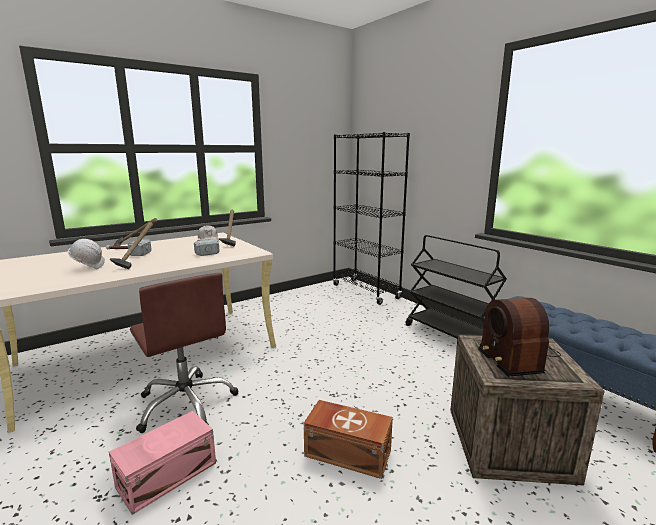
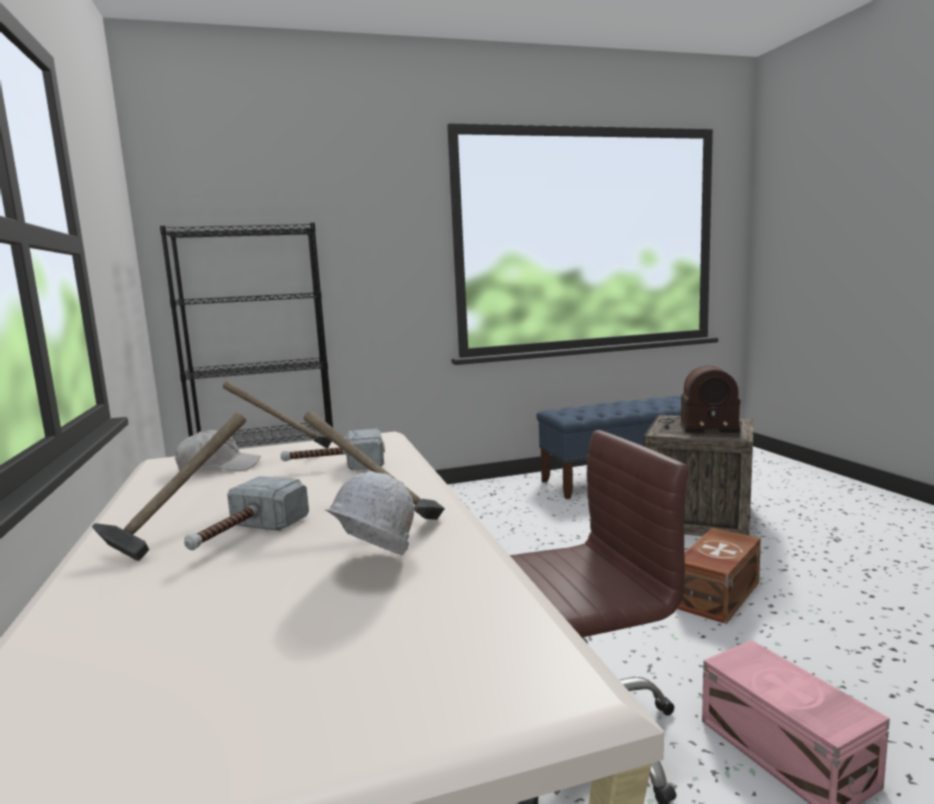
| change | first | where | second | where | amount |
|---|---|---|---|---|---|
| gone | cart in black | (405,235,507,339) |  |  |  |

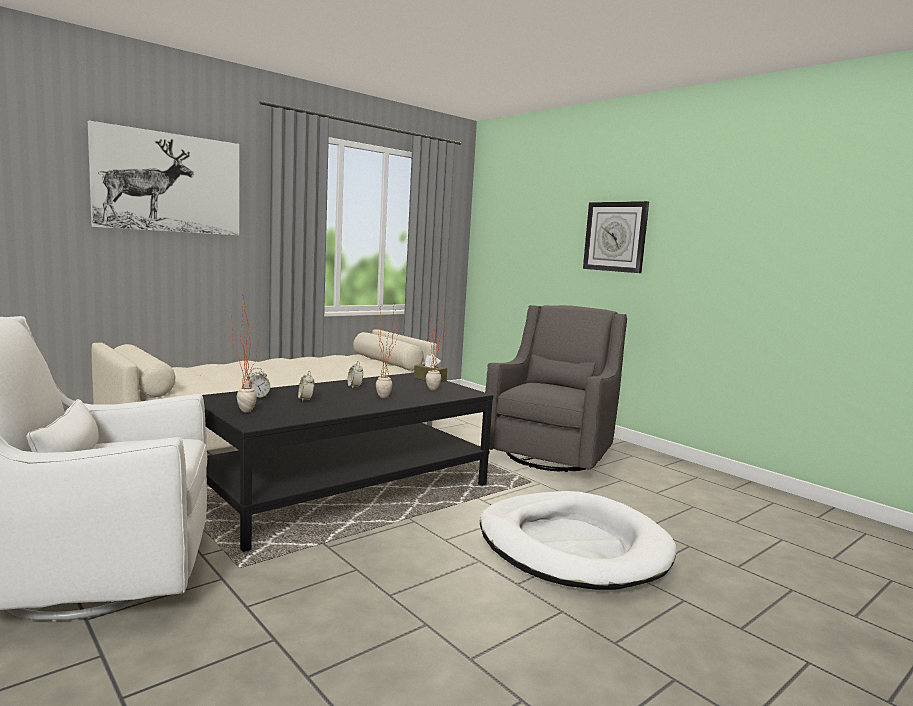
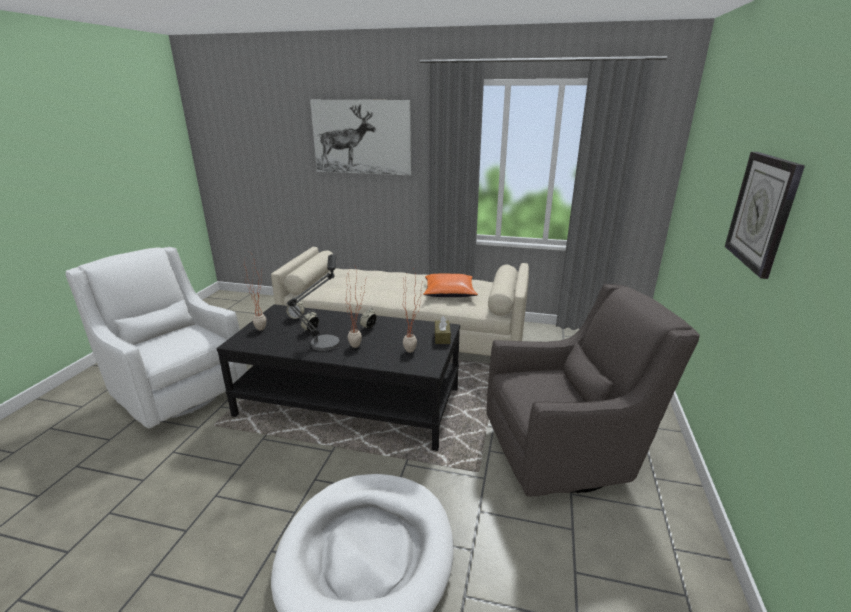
| change | first | where | second | where | amount |
|---|---|---|---|---|---|
| new |  |  | table lamp | (286,254,340,351) |  |
| new |  |  | pillow in orange | (423,274,478,297) |  |

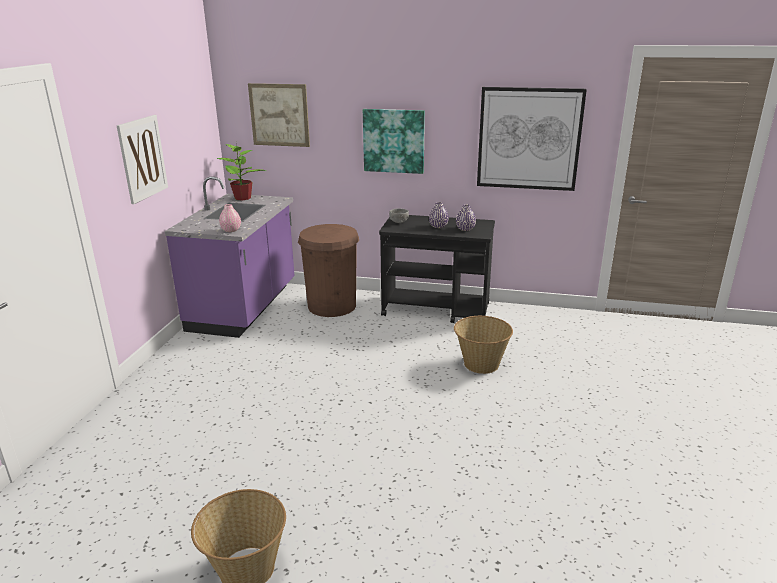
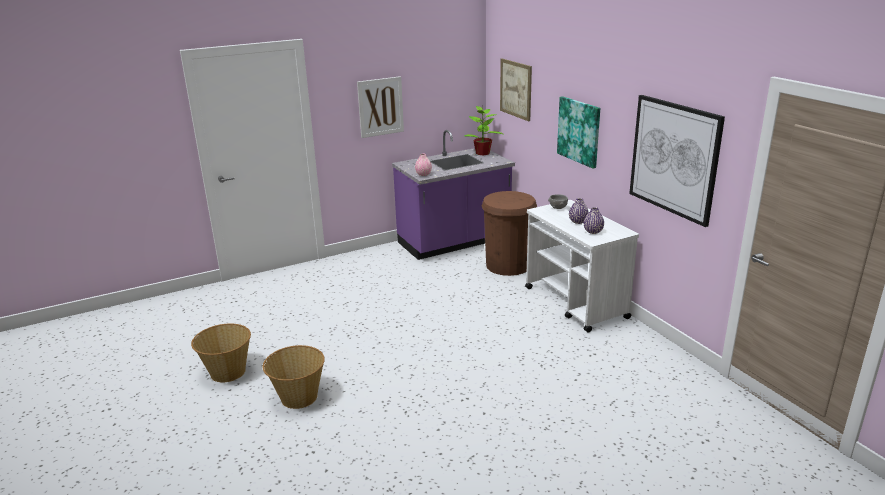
| change | first | where | second | where | amount |
|---|---|---|---|---|---|
| repainted | cart in black | (379,215,495,323) | cart in white | (525,200,639,333) |  |
| shifted | basket | (454,316,513,374) |  | (263,345,325,409) |  |

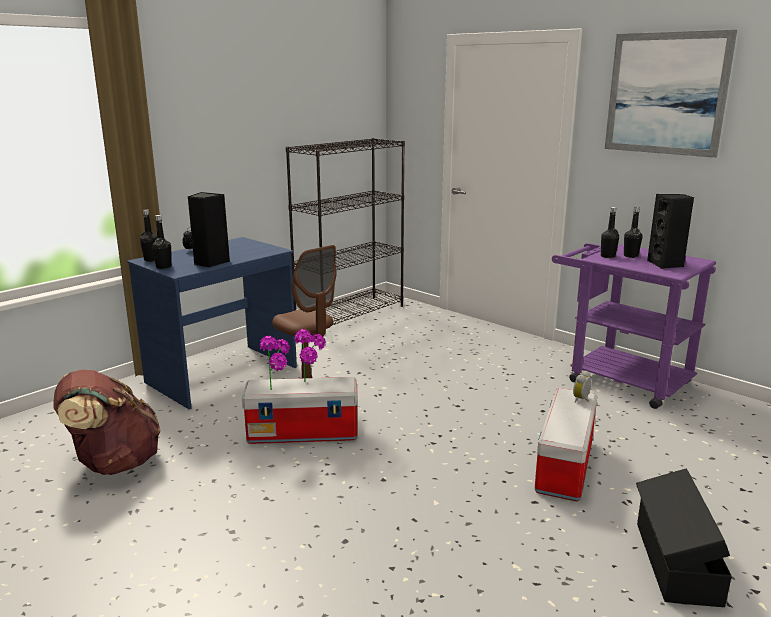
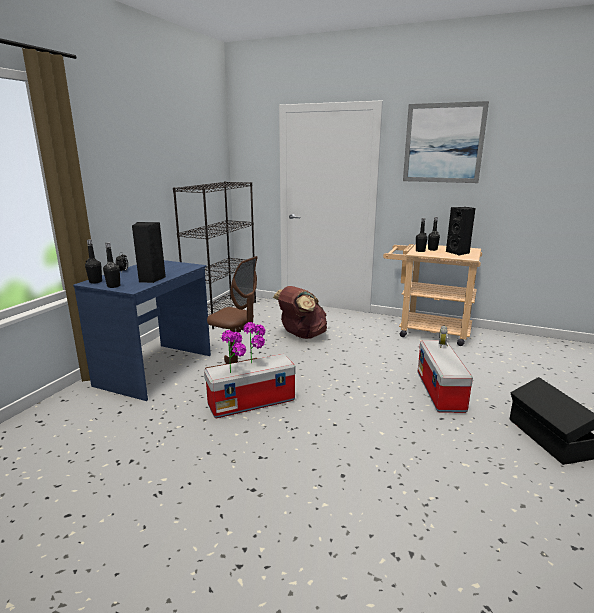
| change | first | where | second | where | amount |
|---|---|---|---|---|---|
| repainted | cart in purple | (552,243,716,409) | cart in beige | (383,244,482,346) |  |
| shifted | backpack in brown | (54,370,161,475) |  | (273,286,327,339) |  |

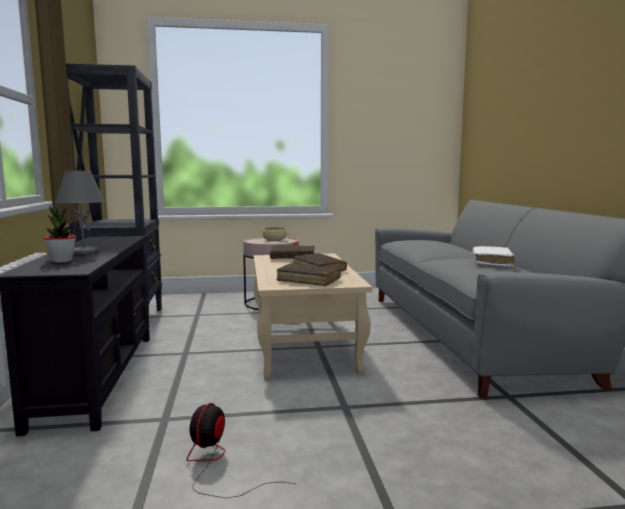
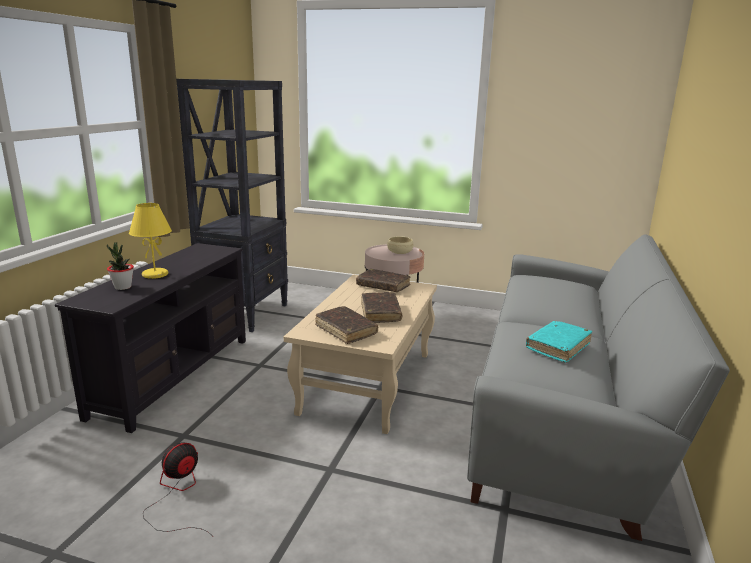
| change | first | where | second | where | amount |
|---|---|---|---|---|---|
| repainted | table lamp in grey | (55,171,105,255) | table lamp in yellow | (129,203,172,279) |  |
| repainted | book in white | (472,246,514,267) | book in turquoise | (526,321,592,363) |  |

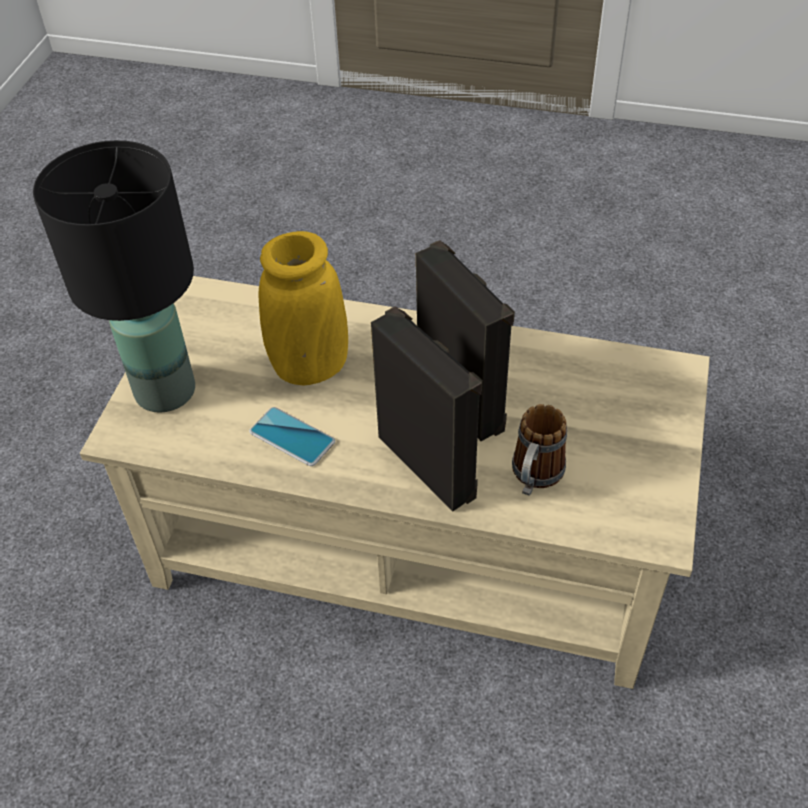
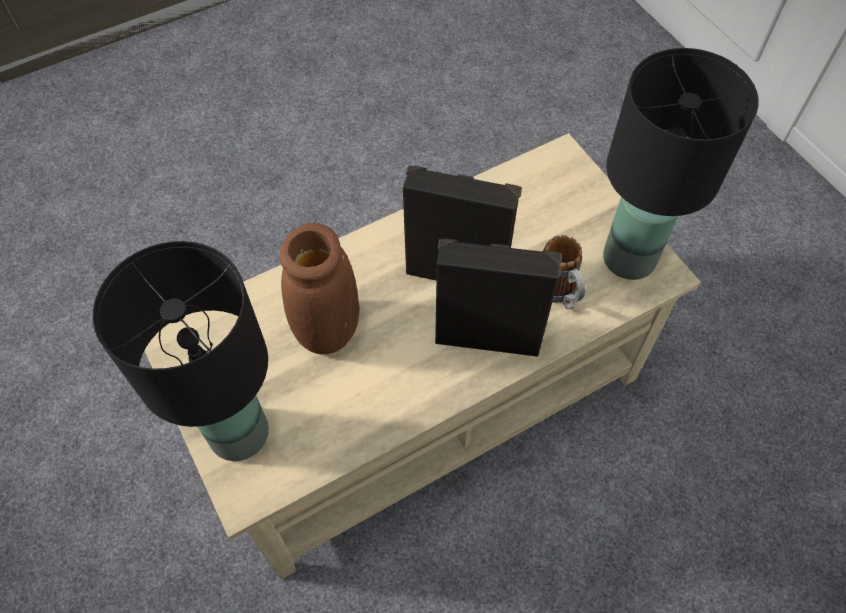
| change | first | where | second | where | amount |
|---|---|---|---|---|---|
| repainted | vase in yellow | (259,231,348,386) | vase in brown | (280,223,359,355) |  |
| gone | phone | (249,407,335,466) |  |  |  |
| new |  |  | table lamp in black | (603,48,759,280) |  |

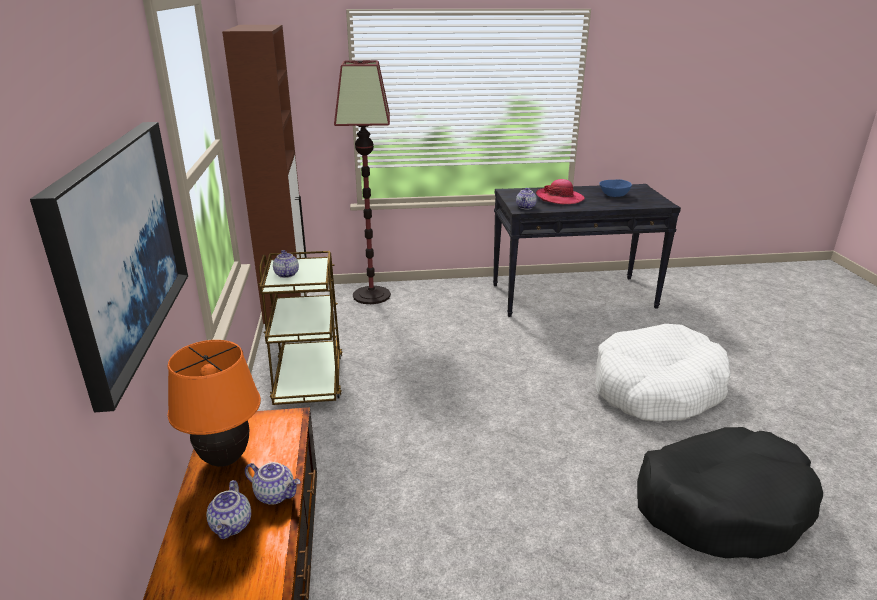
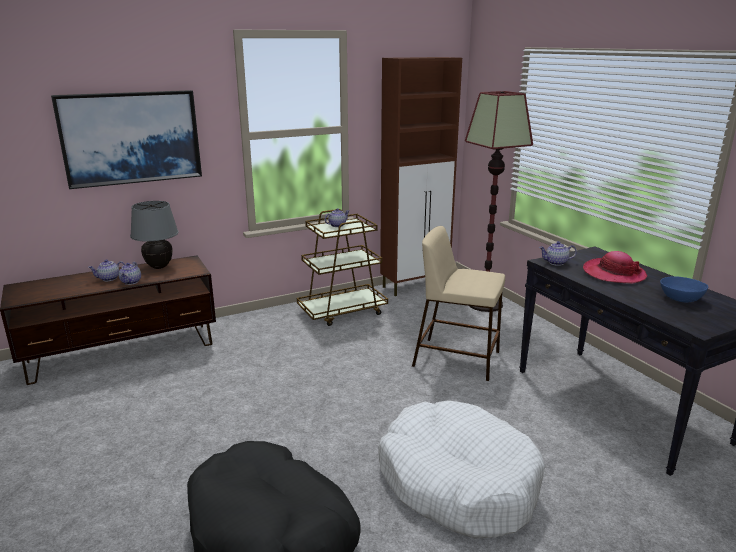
| change | first | where | second | where | amount |
|---|---|---|---|---|---|
| repainted | table lamp in orange | (168,340,261,467) | table lamp in grey | (130,201,179,269) |  |
| new |  |  | stool in beige | (412,226,505,381) |  |

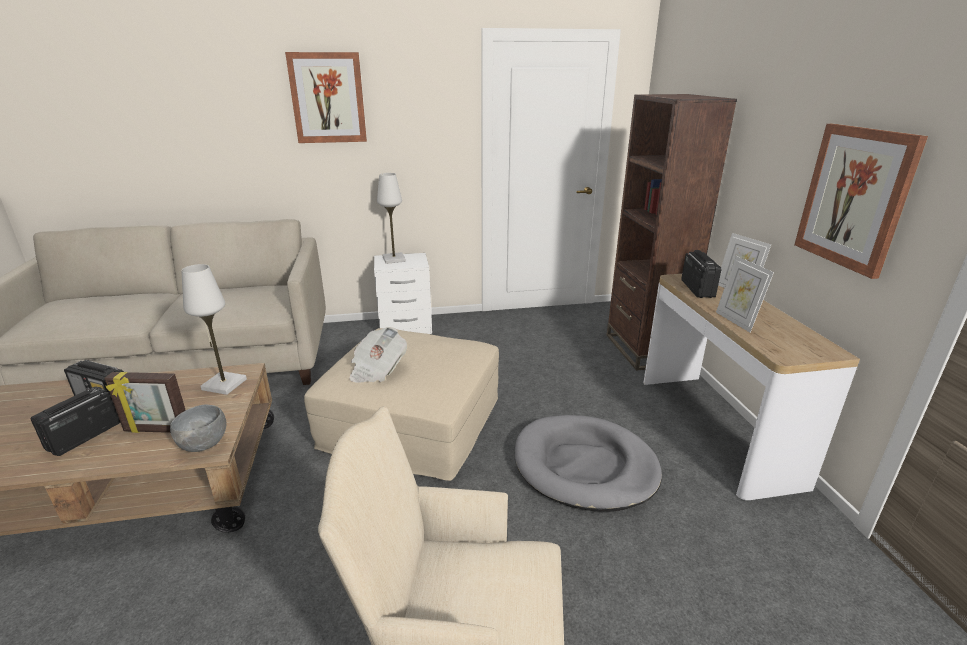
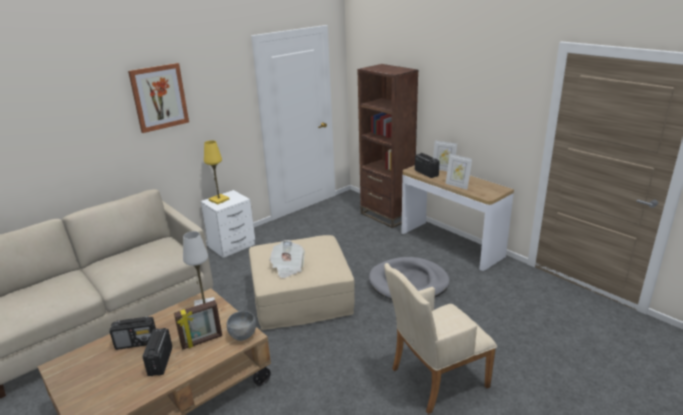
| change | first | where | second | where | amount |
|---|---|---|---|---|---|
| gone | picture | (794,124,928,279) |  |  |  |
| repainted | table lamp in white | (377,173,406,264) | table lamp in yellow | (204,140,230,204) |  |

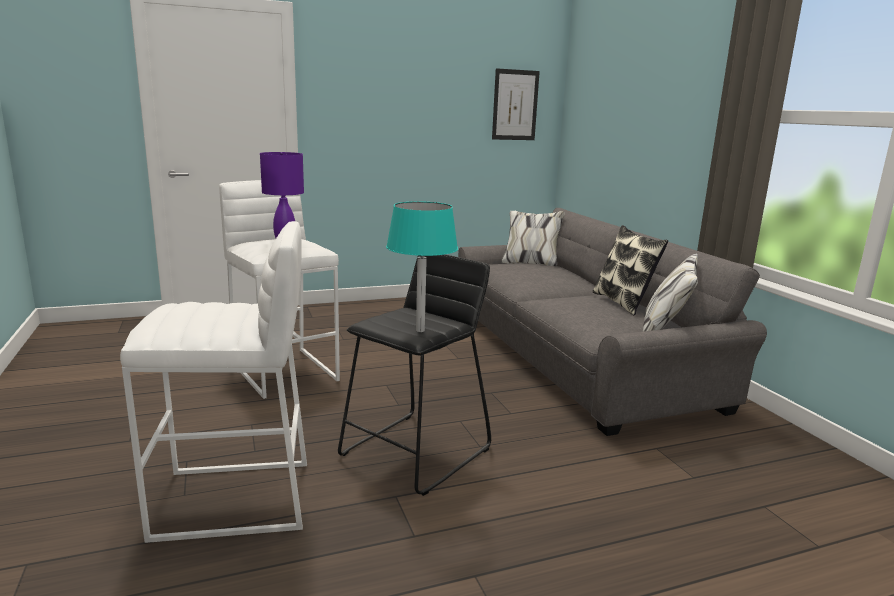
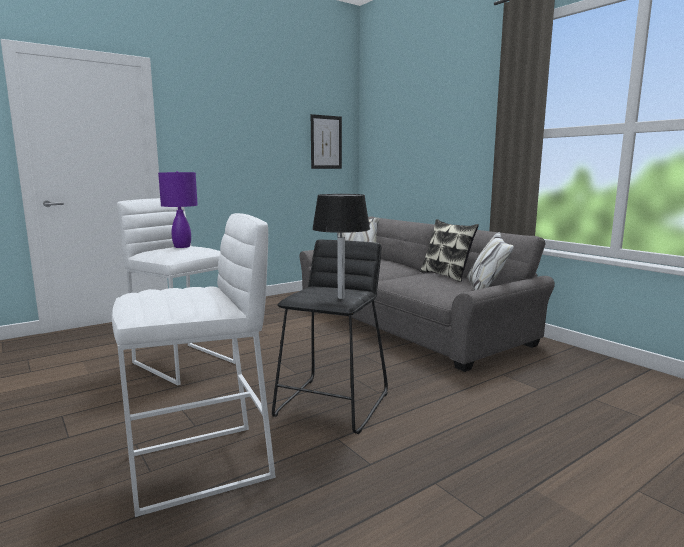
| change | first | where | second | where | amount |
|---|---|---|---|---|---|
| repainted | table lamp in turquoise | (386,201,458,332) | table lamp in black | (312,194,370,299) |  |

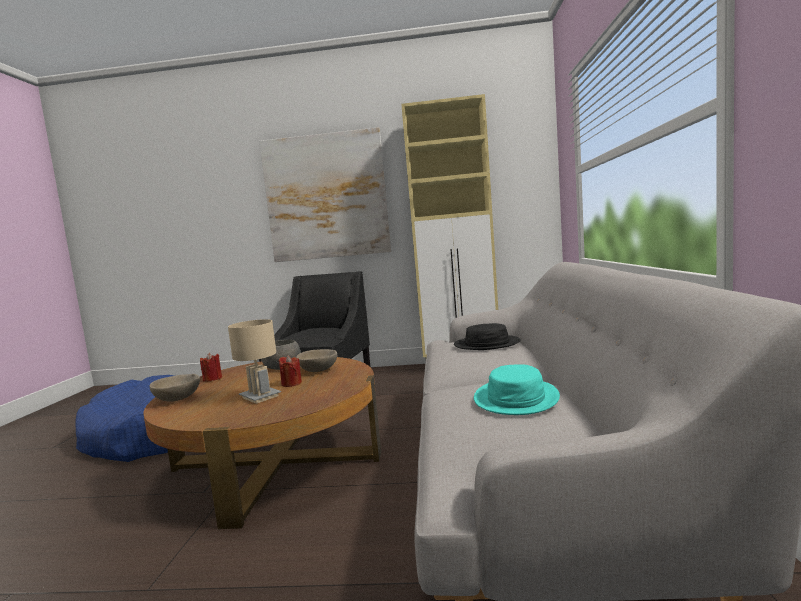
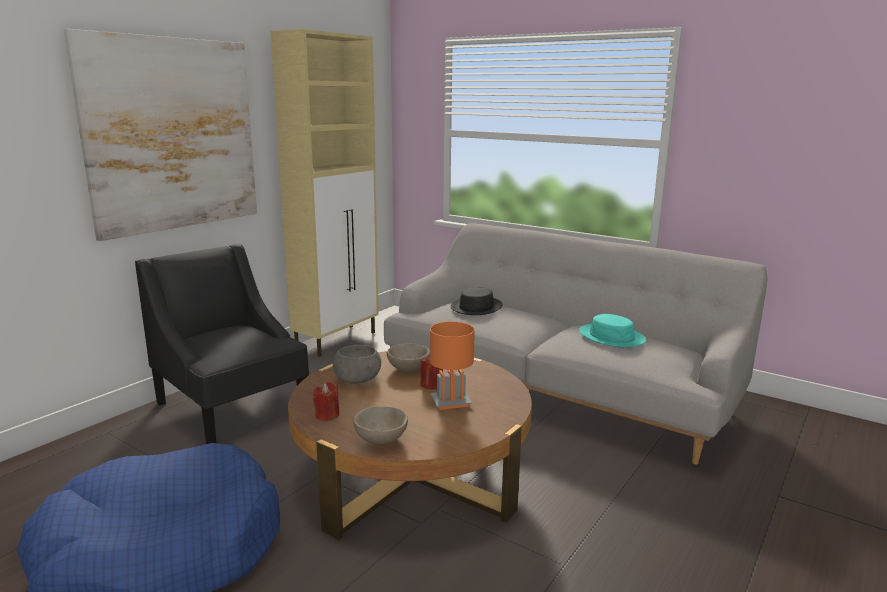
| change | first | where | second | where | amount |
|---|---|---|---|---|---|
| repainted | table lamp in beige | (228,319,281,404) | table lamp in orange | (430,322,475,410) |  |

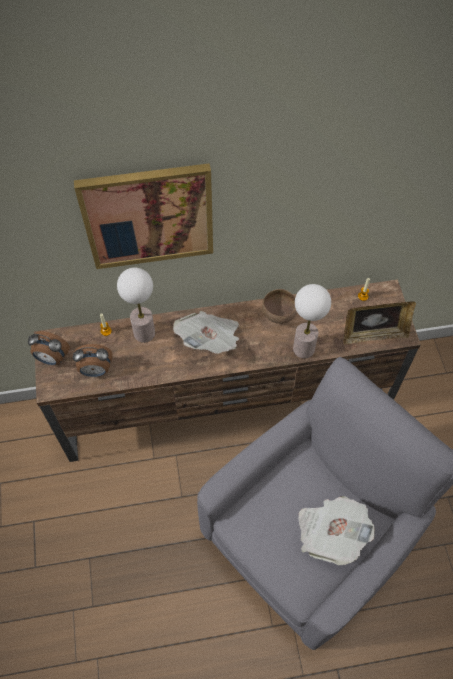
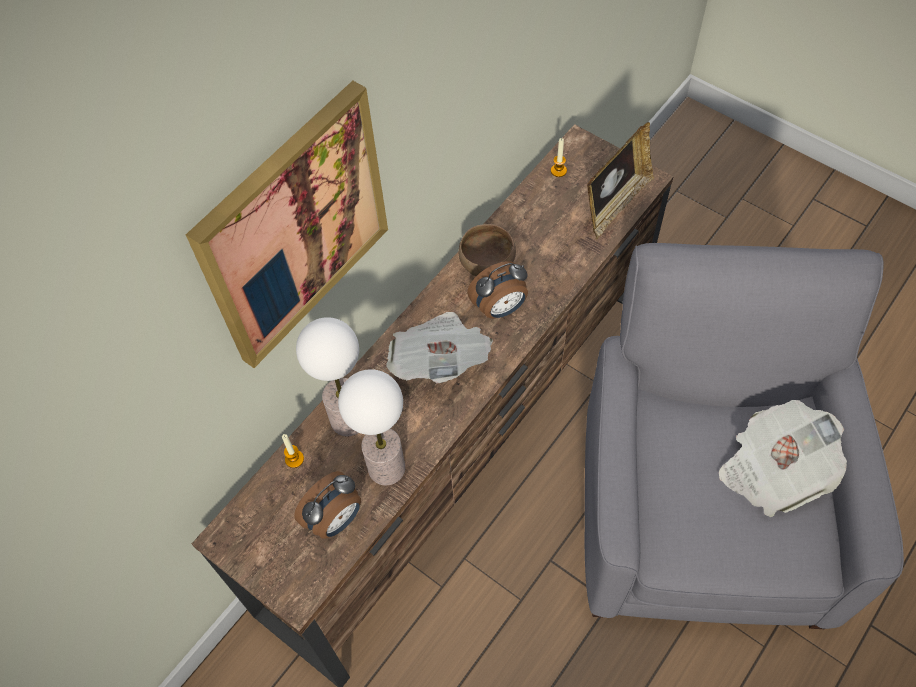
| change | first | where | second | where | amount |
|---|---|---|---|---|---|
| shifted | table lamp | (293,284,331,358) |  | (338,369,405,485) |  |
| shifted | alarm clock | (28,331,70,365) |  | (467,261,528,318) |  |

